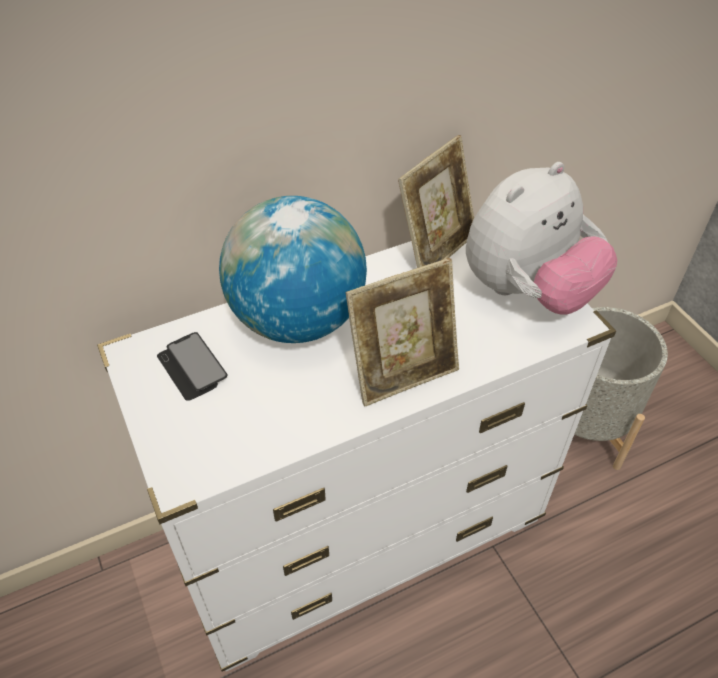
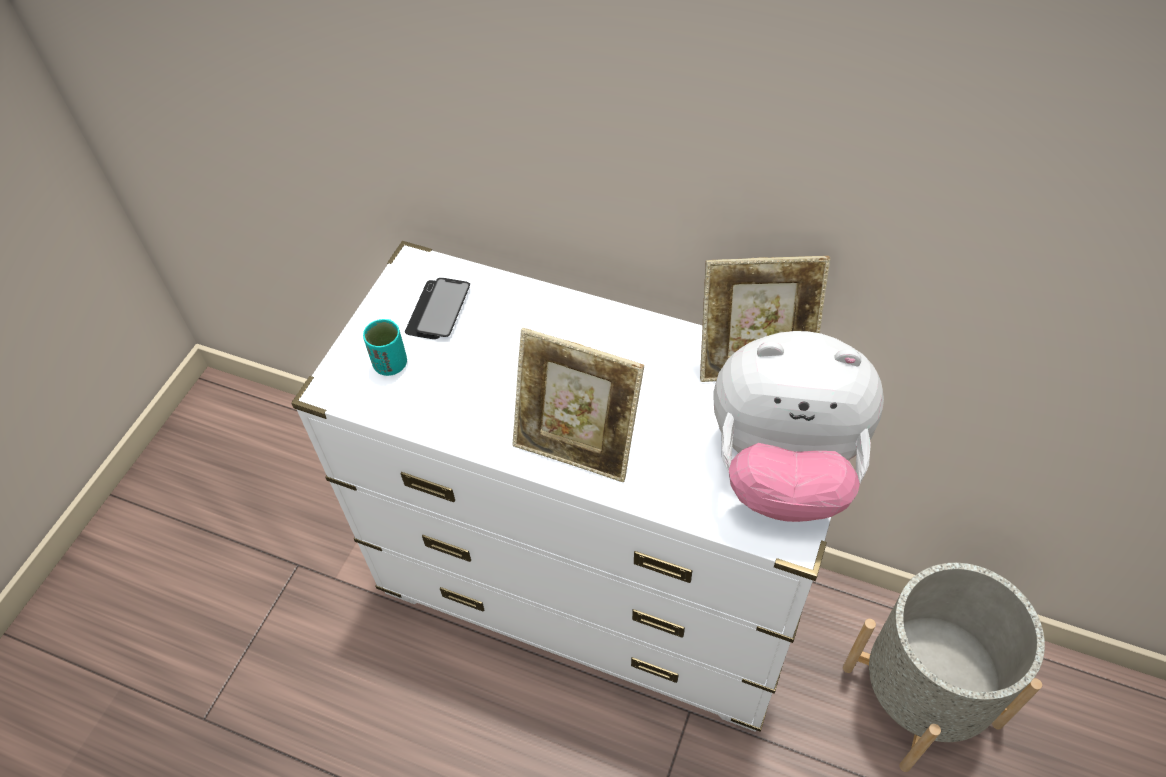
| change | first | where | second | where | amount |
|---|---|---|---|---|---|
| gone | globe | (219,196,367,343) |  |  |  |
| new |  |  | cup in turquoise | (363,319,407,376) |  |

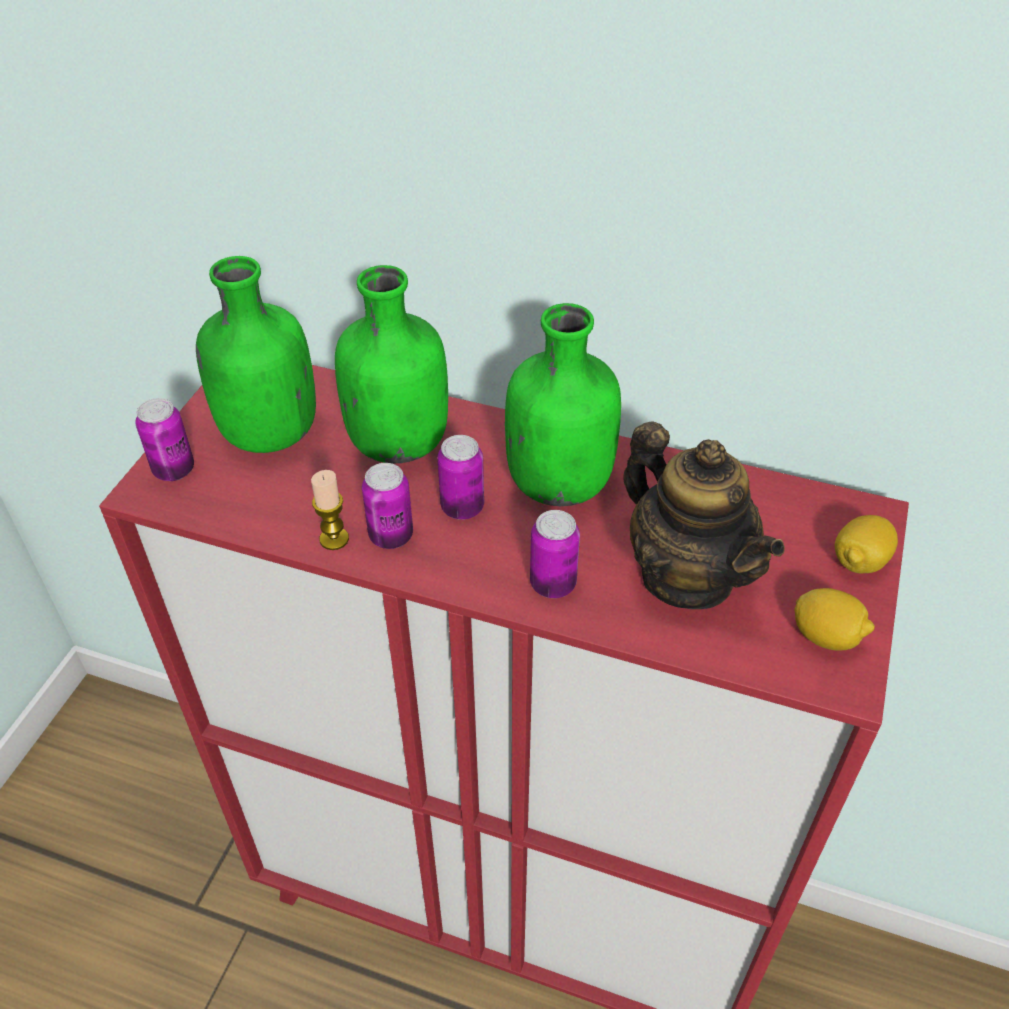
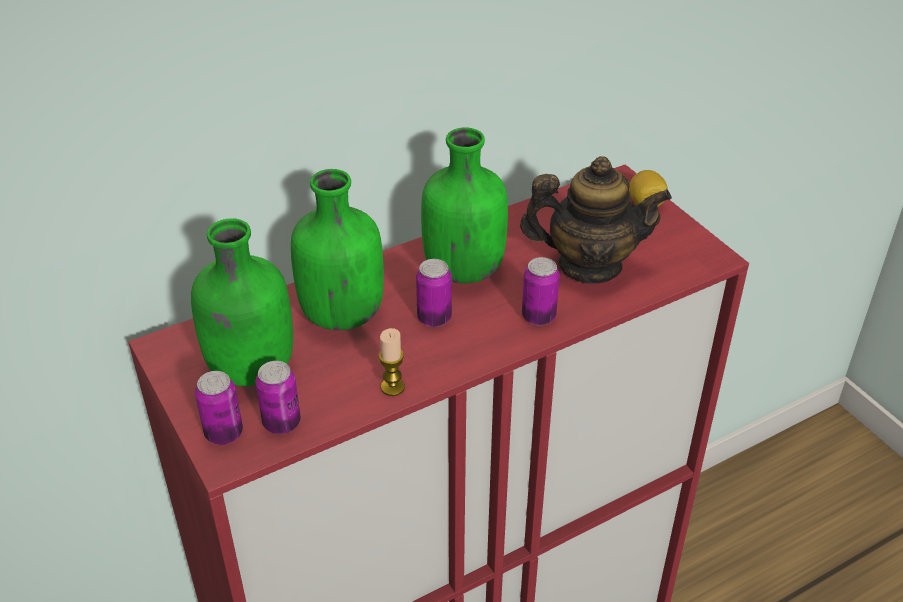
| change | first | where | second | where | amount |
|---|---|---|---|---|---|
| shifted | can | (362,463,413,549) |  | (255,361,301,434) |  |
| gone | lemon | (794,588,875,651) |  |  |  |

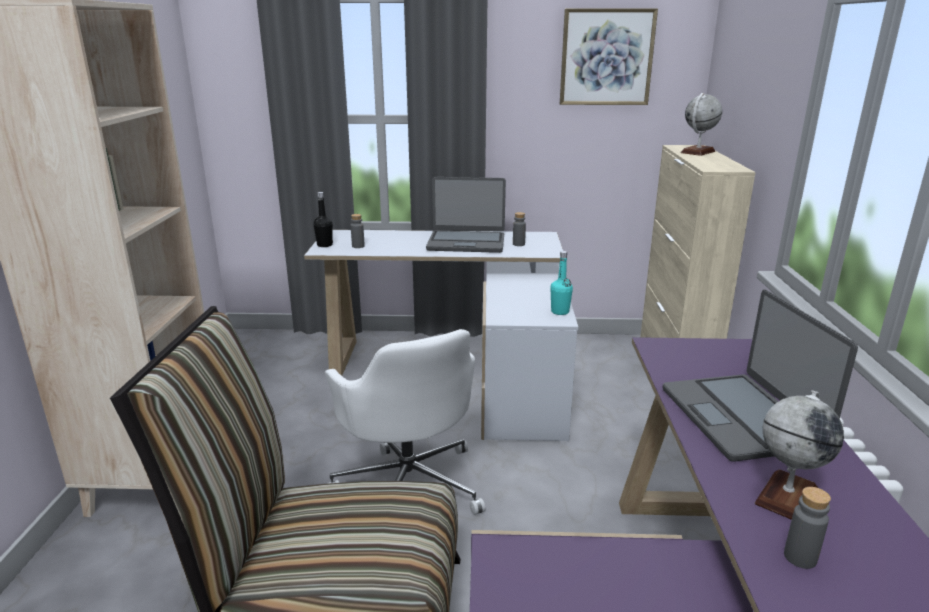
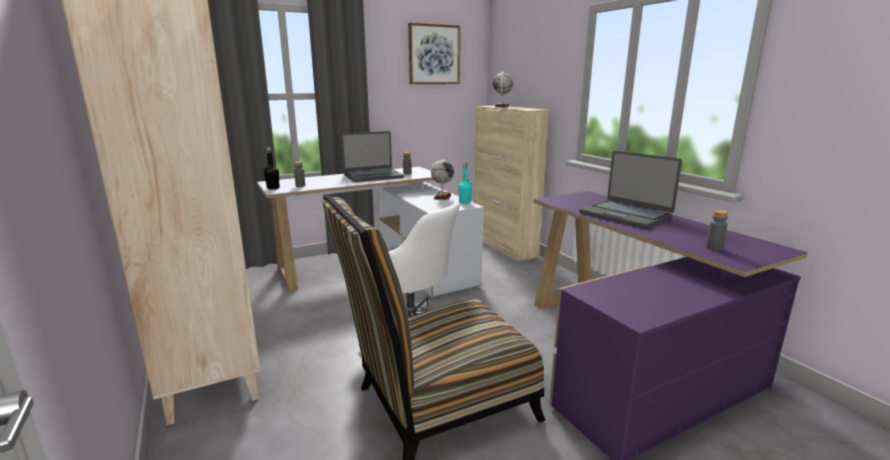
| change | first | where | second | where | amount |
|---|---|---|---|---|---|
| shifted | globe | (754,390,844,520) |  | (431,158,454,200) |  |

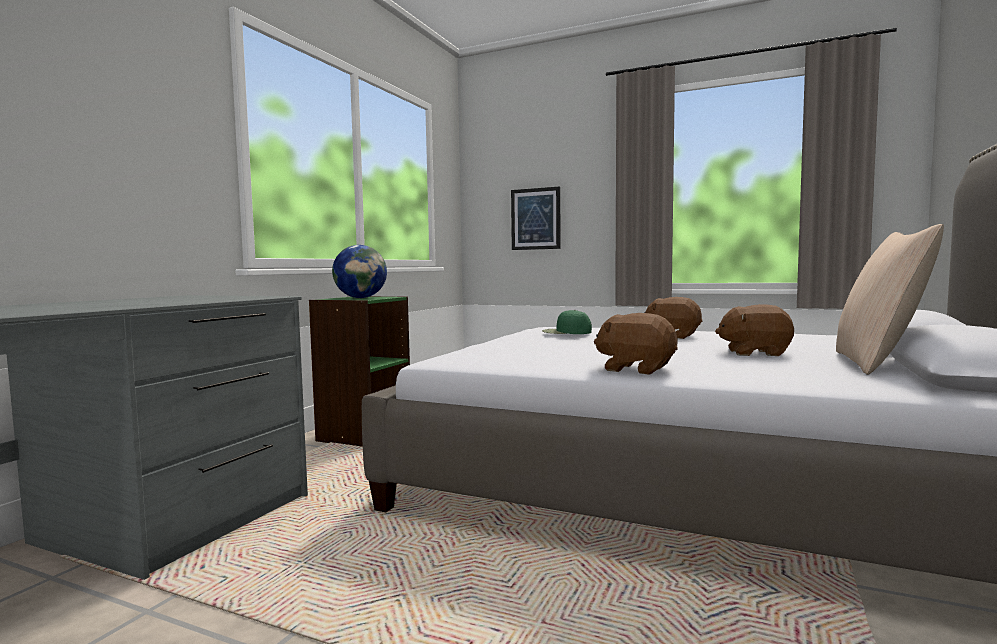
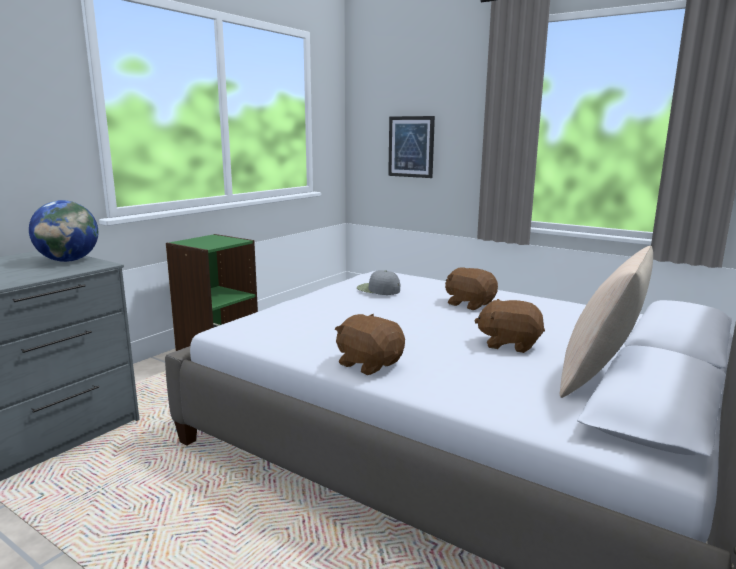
| change | first | where | second | where | amount |
|---|---|---|---|---|---|
| shifted | globe | (332,245,387,298) |  | (29,200,98,262) |  |
| repainted | cap in green | (542,310,592,334) | cap in grey | (357,270,400,295) |  |

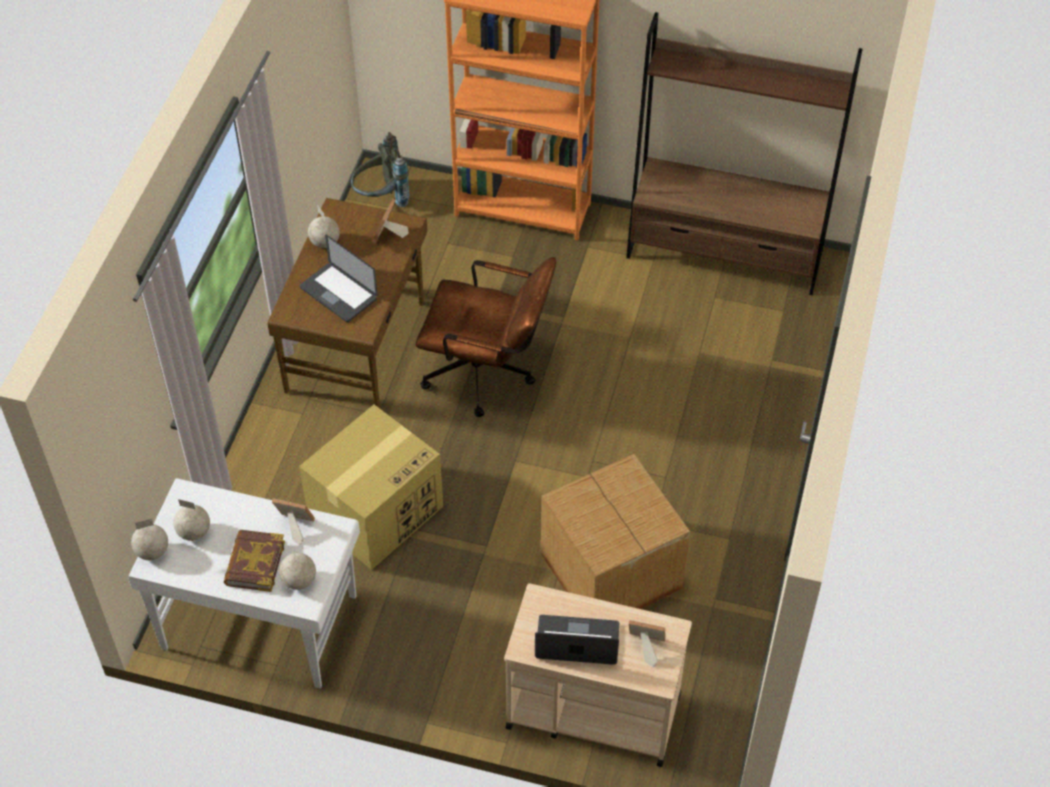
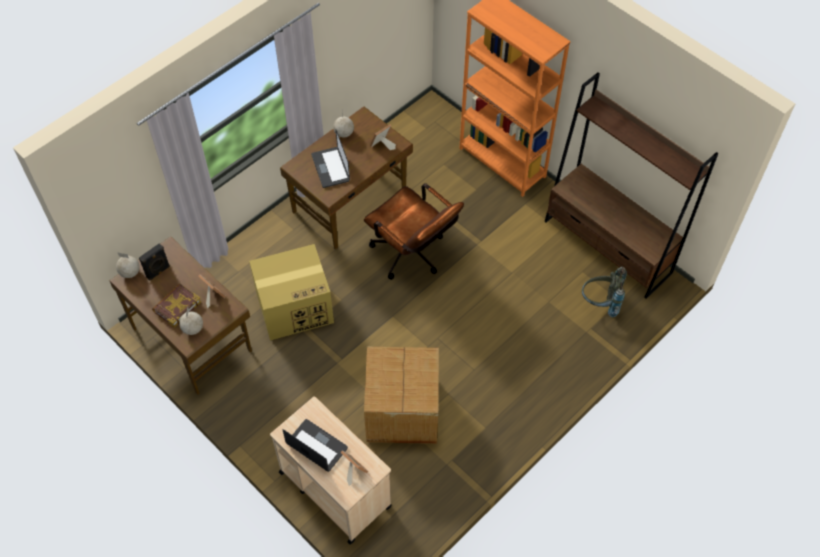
| change | first | where | second | where | amount |
|---|---|---|---|---|---|
| shifted | backpack in grey | (351,132,410,207) |  | (582,267,627,317) |  |
| repainted | desk in white | (128,478,360,689) | desk in brown | (110,236,252,395) |  |
| swapped | globe | (173,499,210,541) | speaker in black | (139,243,170,281) |  |

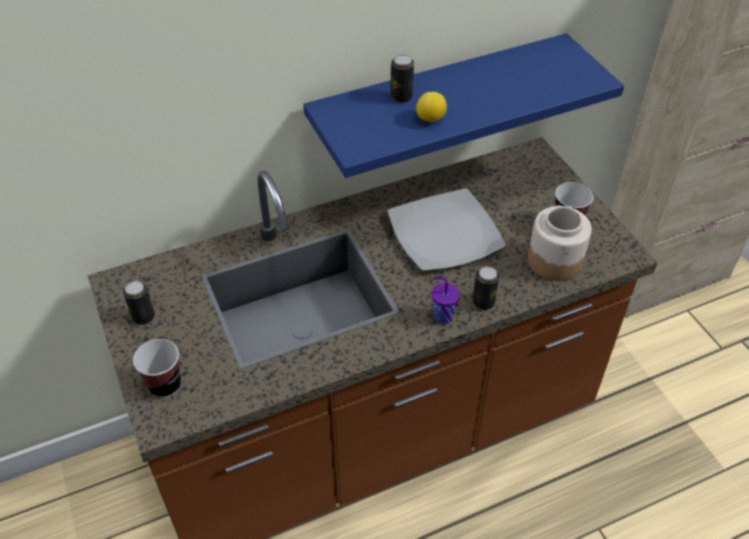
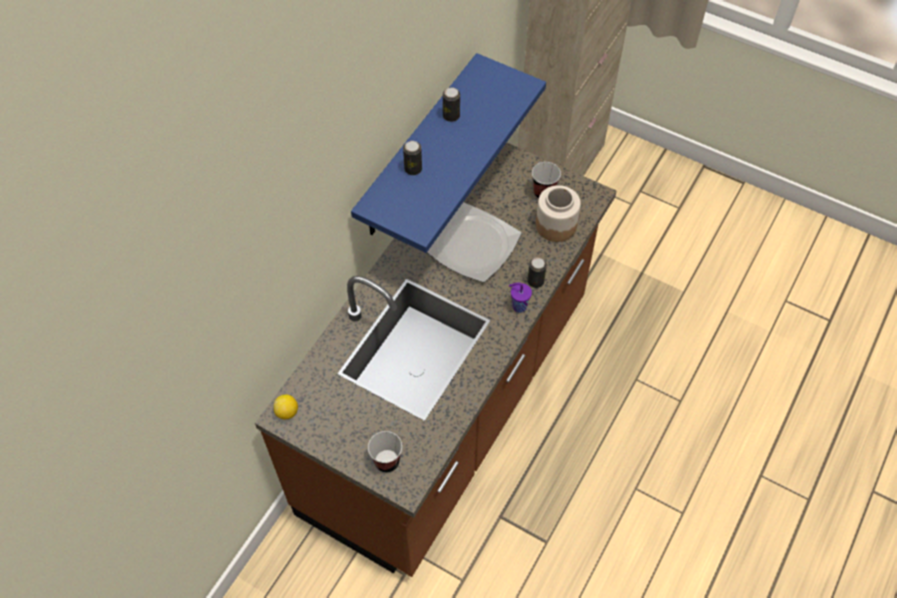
| change | first | where | second | where | amount |
|---|---|---|---|---|---|
| shifted | lemon | (416,92,447,123) |  | (274,395,298,419) |  |
| shifted | can | (123,281,155,325) |  | (443,87,460,122) |  |

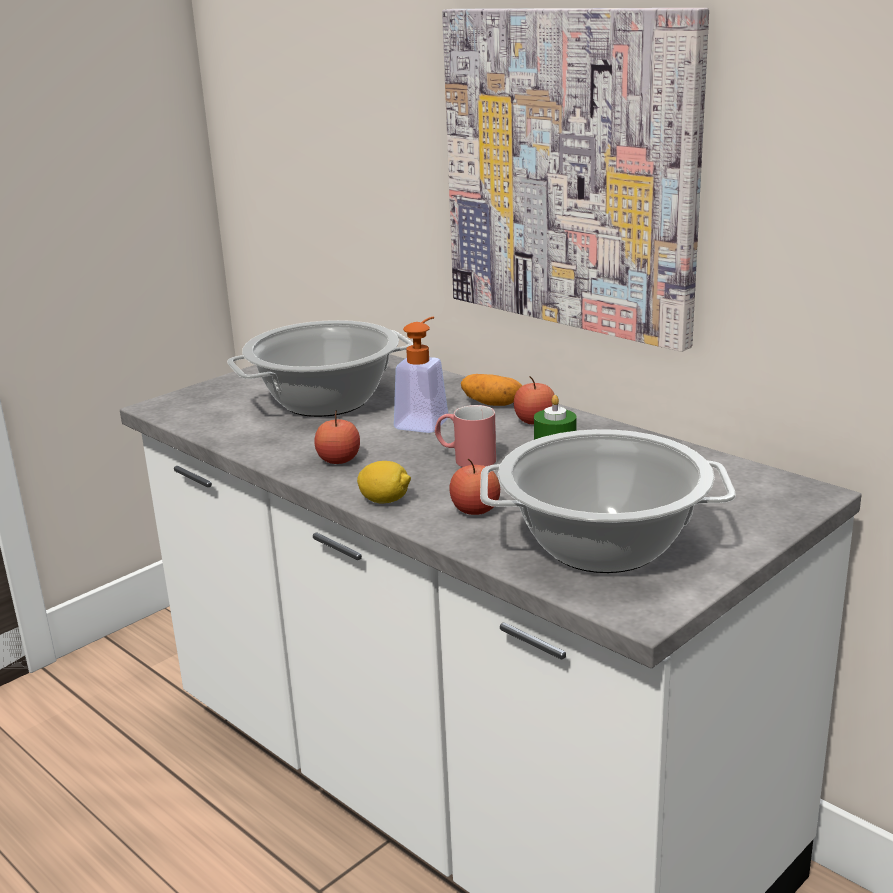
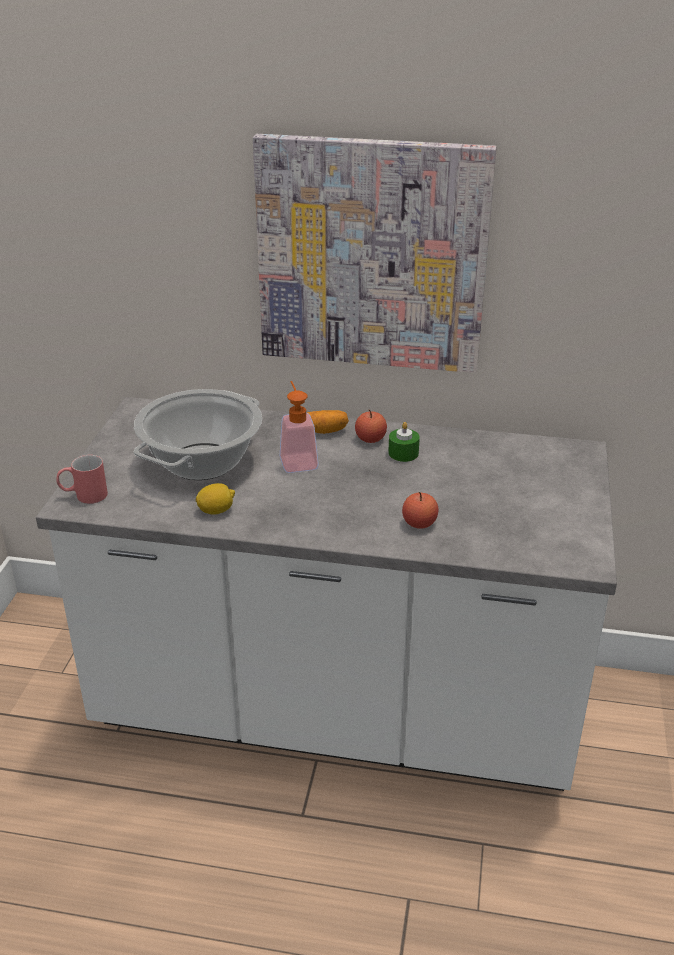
| change | first | where | second | where | amount |
|---|---|---|---|---|---|
| shifted | mug in red | (435,405,496,467) |  | (56,455,108,504) |  |
| gone | apple | (315,410,360,464) |  |  |  |
| gone | cooking pot | (480,429,736,573) |  |  |  |
| shifted | lemon | (357,461,411,503) |  | (196,483,235,515) |  |

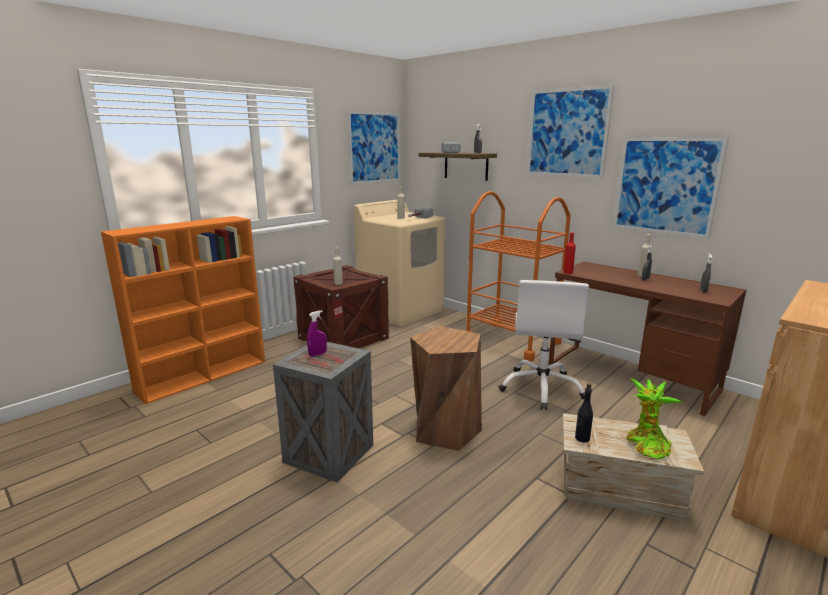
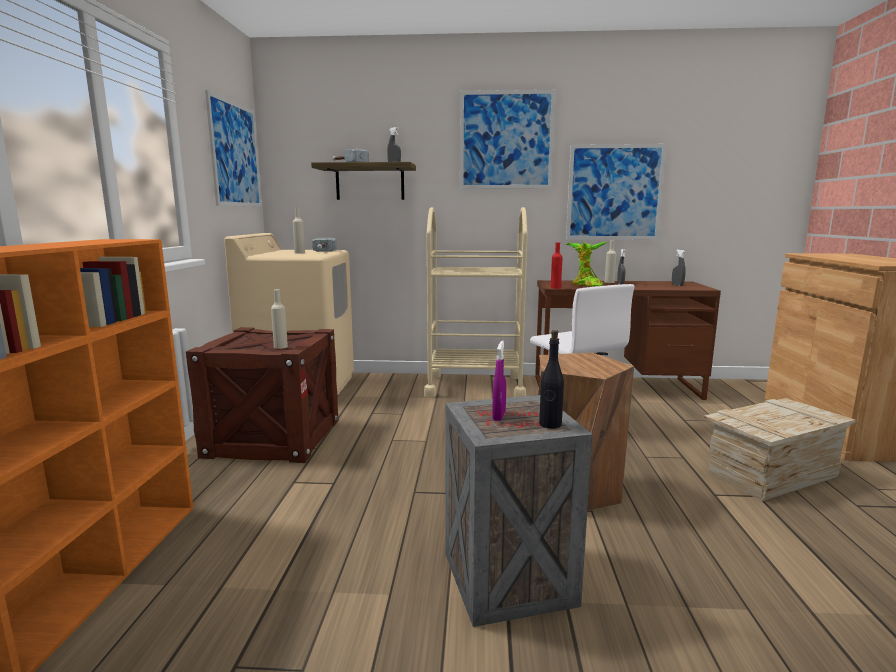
| change | first | where | second | where | amount |
|---|---|---|---|---|---|
| repainted | cart in orange | (465,191,571,361) | cart in beige | (424,207,527,397) |  |
| shifted | potted plant | (627,378,684,459) |  | (565,242,607,286) |  |
| shifted | bottle in black | (575,383,593,443) |  | (539,330,564,429) |  |

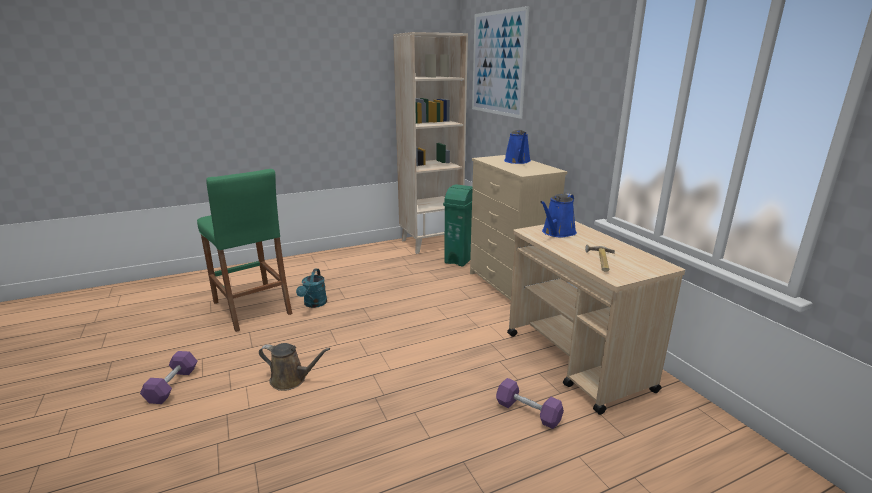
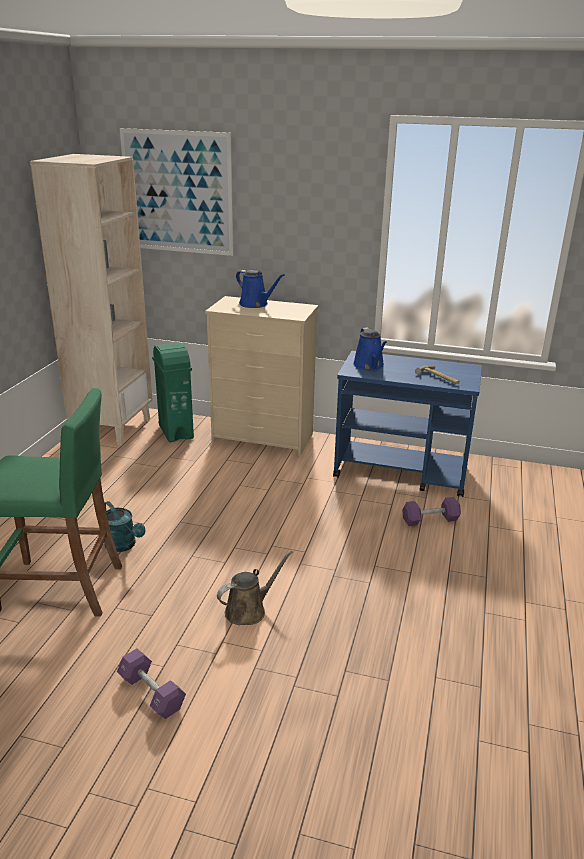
| change | first | where | second | where | amount |
|---|---|---|---|---|---|
| repainted | cart in beige | (507,221,685,415) | cart in blue | (333,351,482,497) |  |

